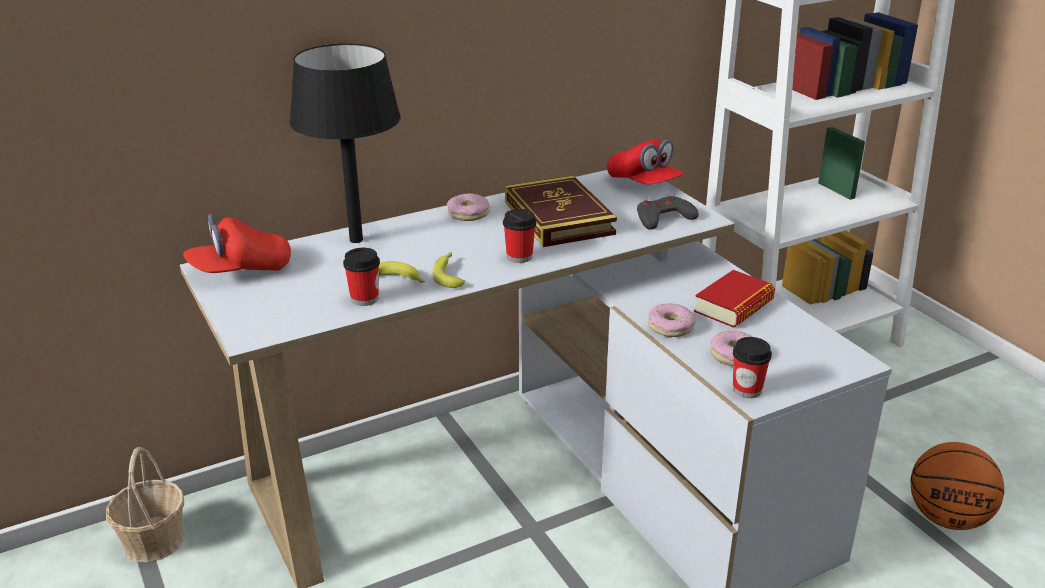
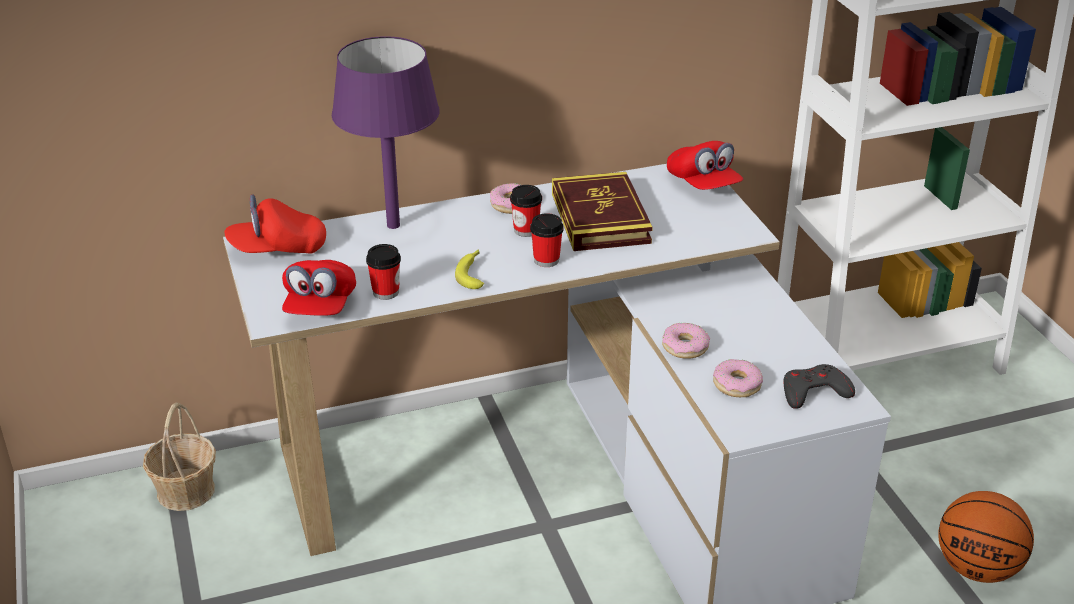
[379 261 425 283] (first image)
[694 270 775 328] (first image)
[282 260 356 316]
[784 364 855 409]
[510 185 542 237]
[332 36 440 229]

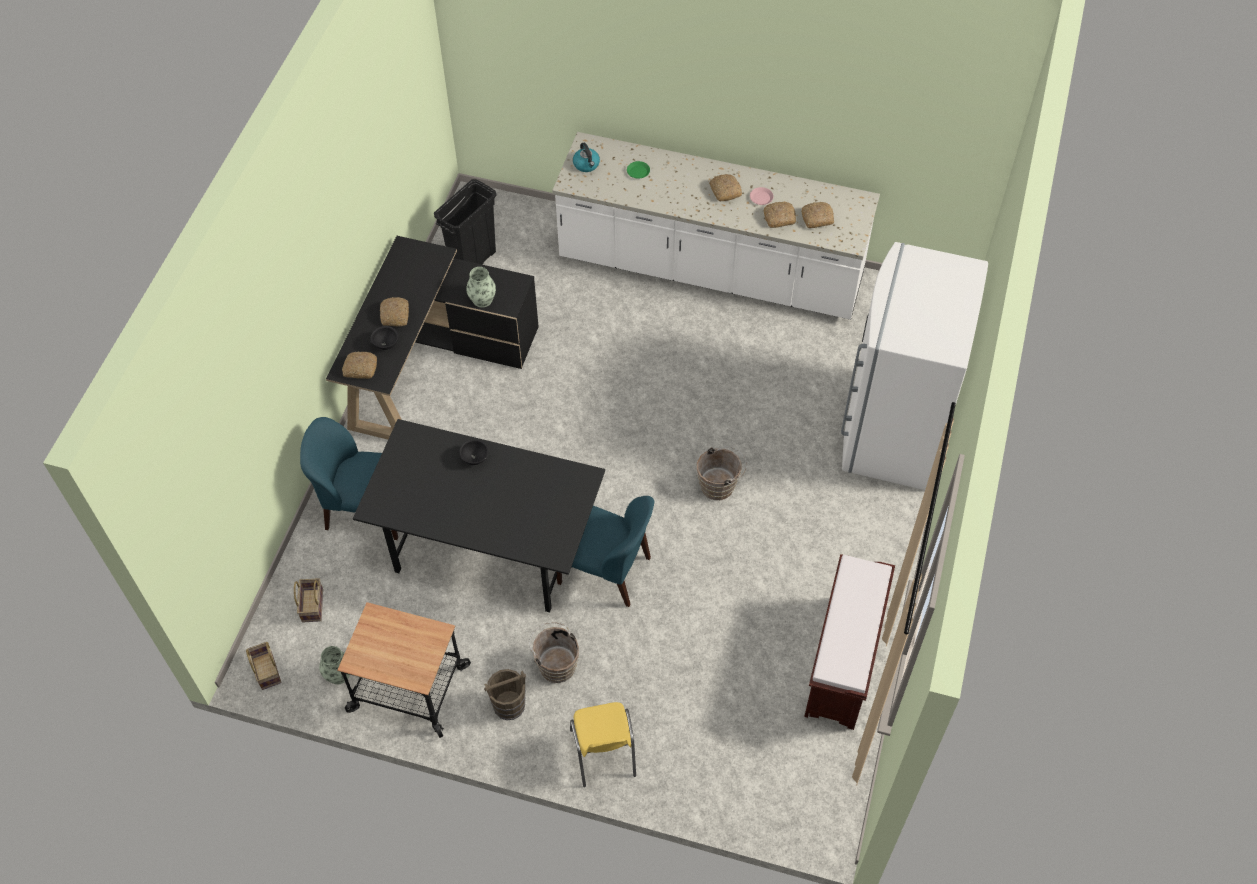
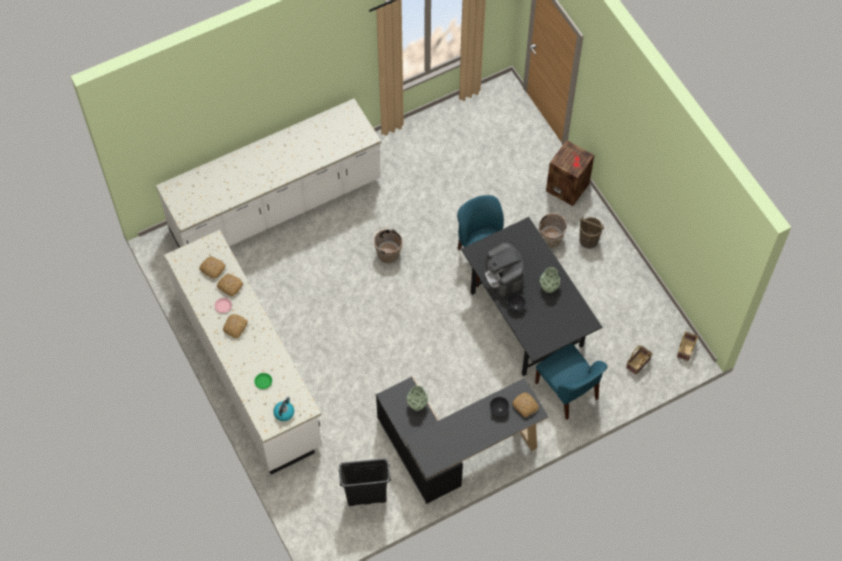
[337 602 471 738] (first image)
[380 297 409 326] (first image)
[804 554 895 730] (first image)
[484 242 524 296]
[540 267 561 293]
[546 140 595 206]
[156 98 381 248]

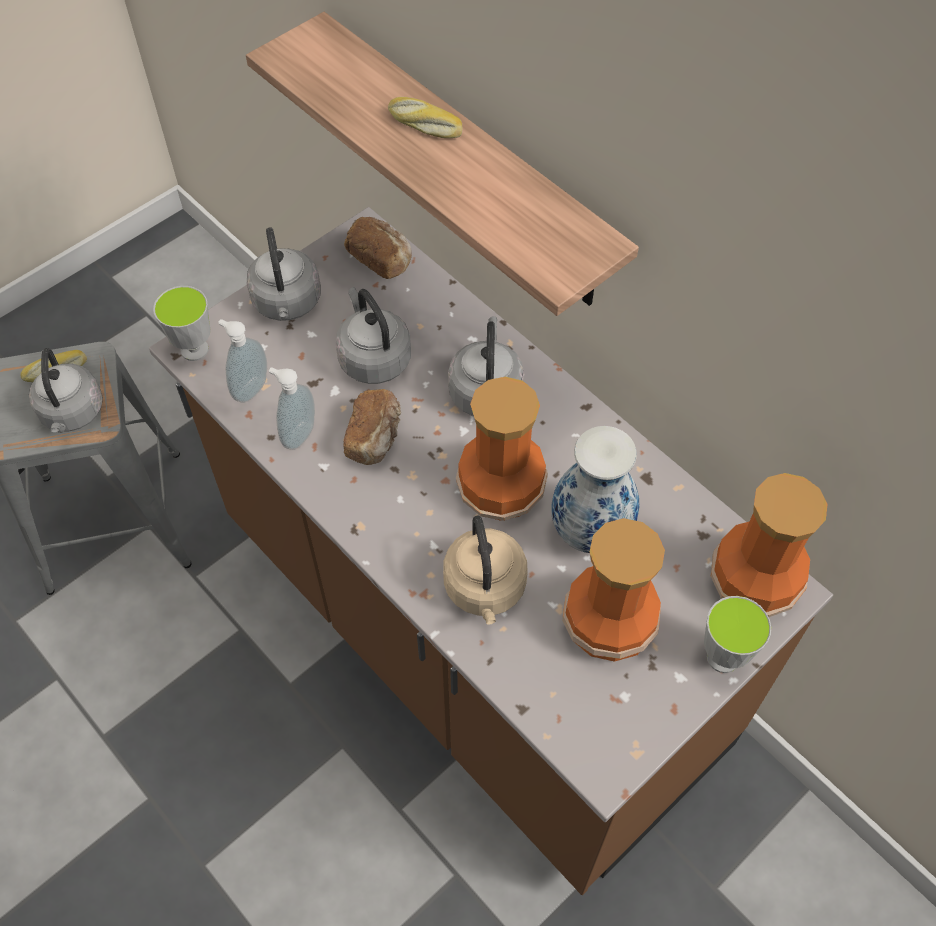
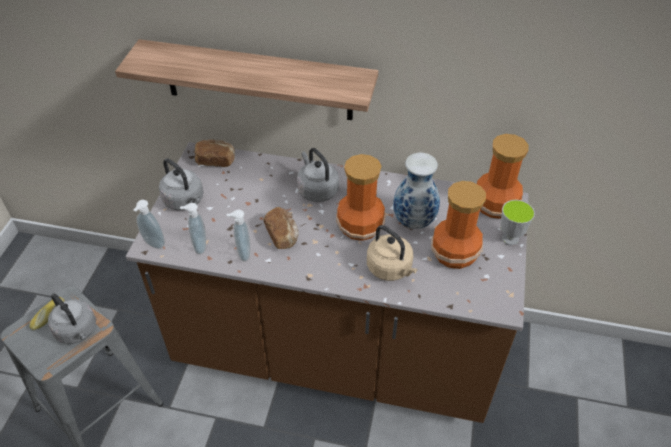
[336 287 411 384] (first image)
[388 97 463 138] (first image)
[133 200 165 249]

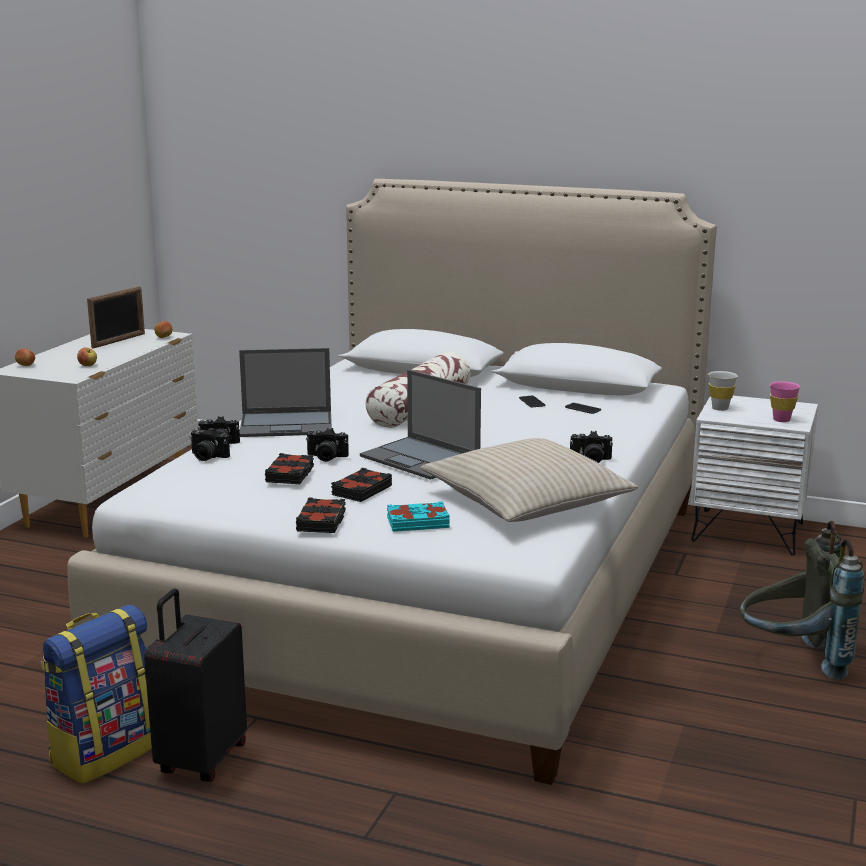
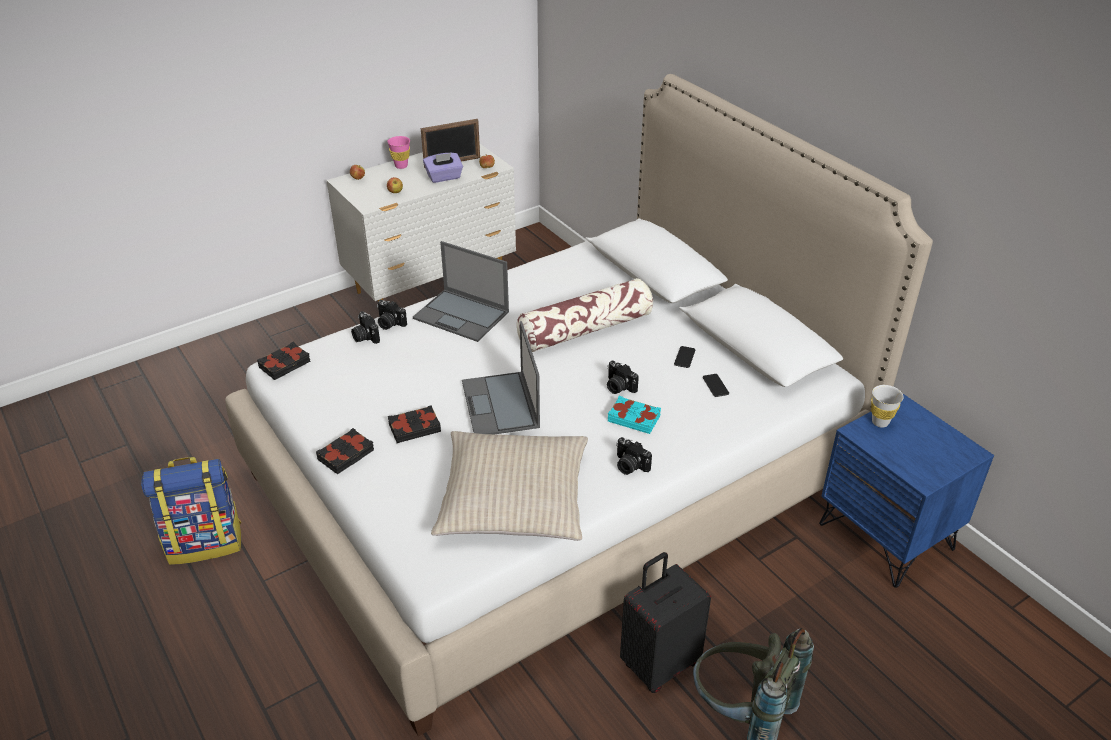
[423 153 463 183]
[620 552 711 693]
[257 342 310 380]
[607 360 639 394]
[608 396 661 434]
[387 136 410 169]
[819 394 994 588]

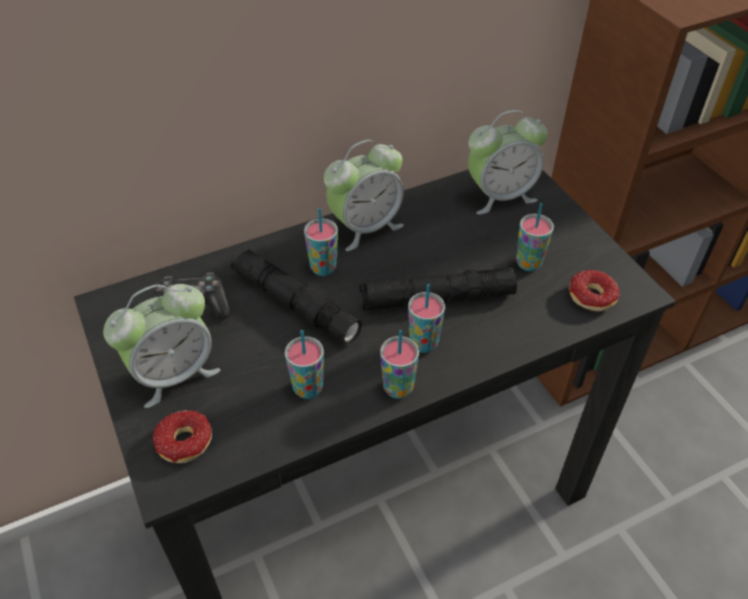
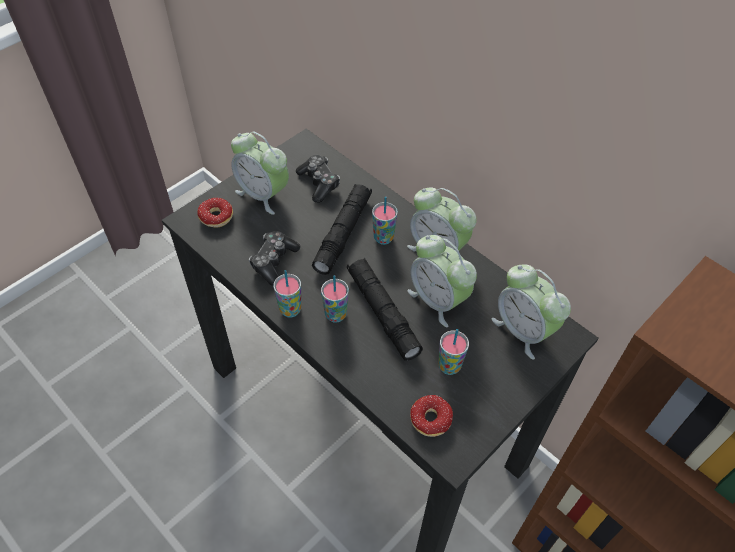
[407 235 477 327]
[249 231 300 286]

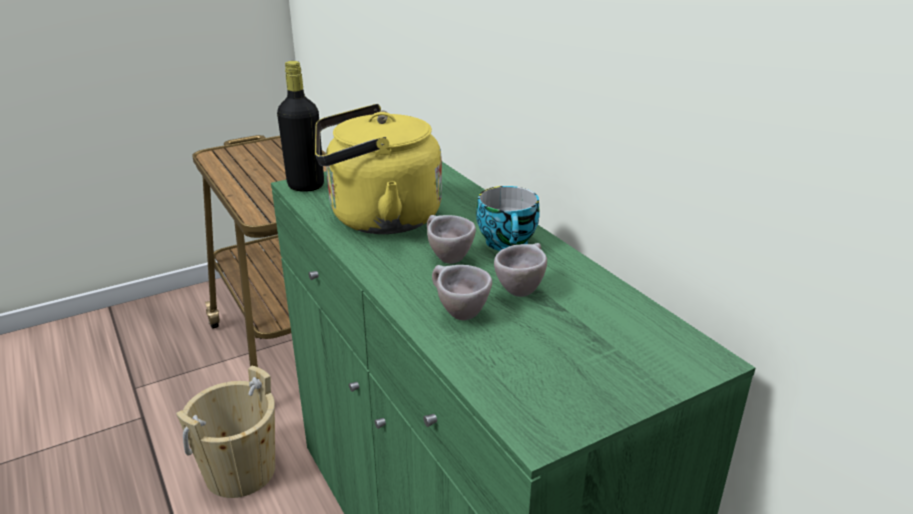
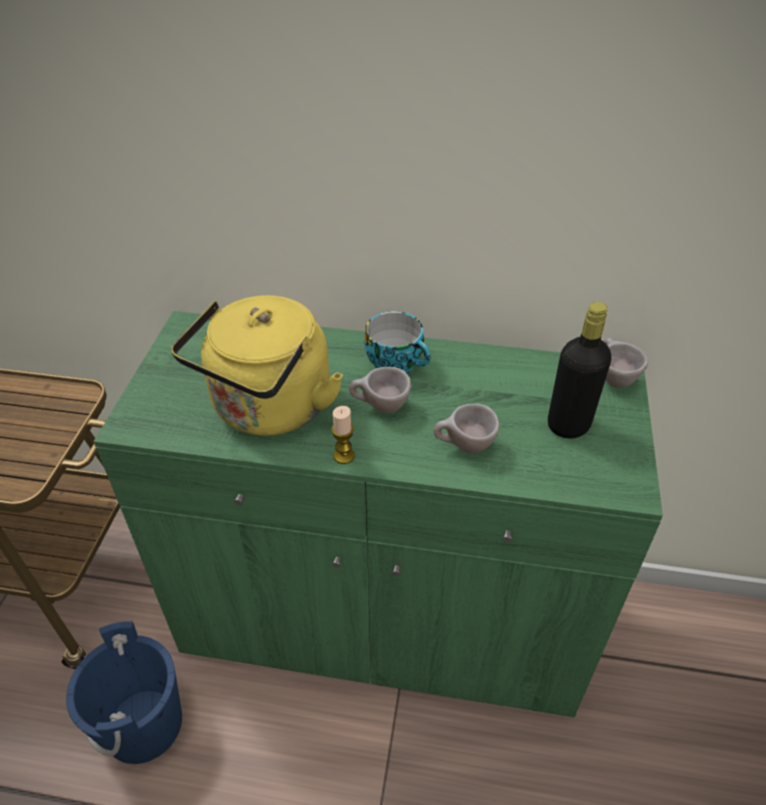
[331 406 355 464]
[548 302 611 438]
[603 338 648 388]
[66 621 182 764]

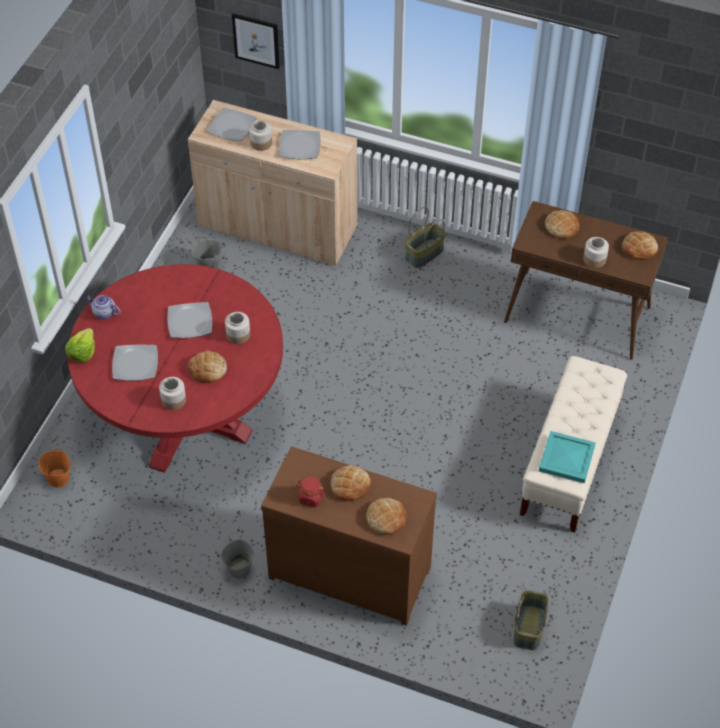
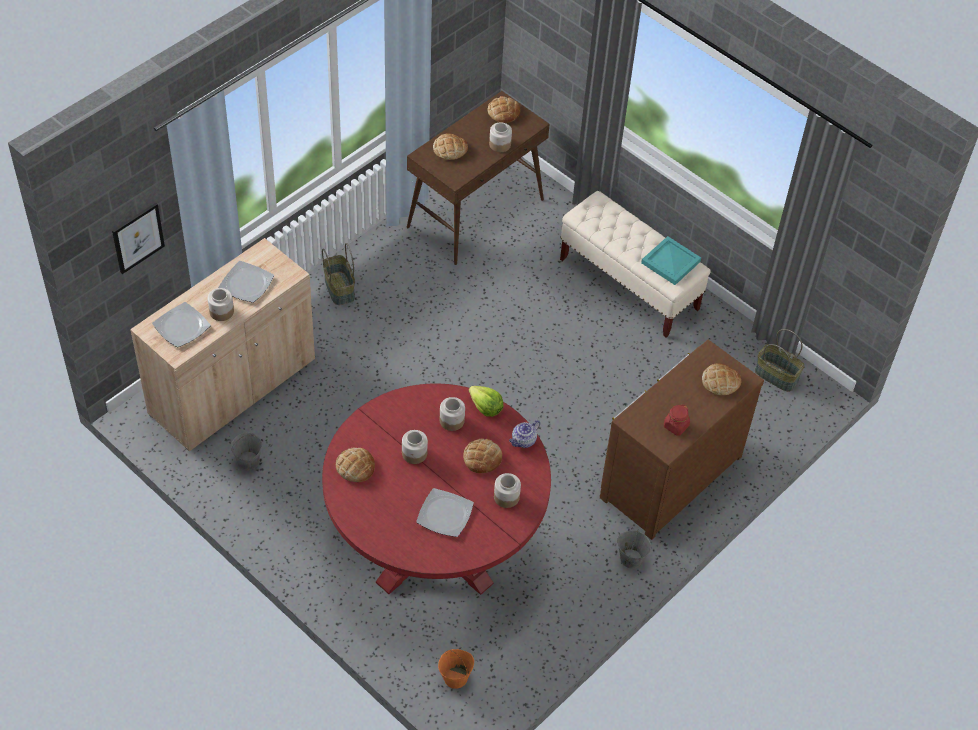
[469 386 504 417]
[509 420 540 448]
[336 448 375 482]
[402 430 428 464]

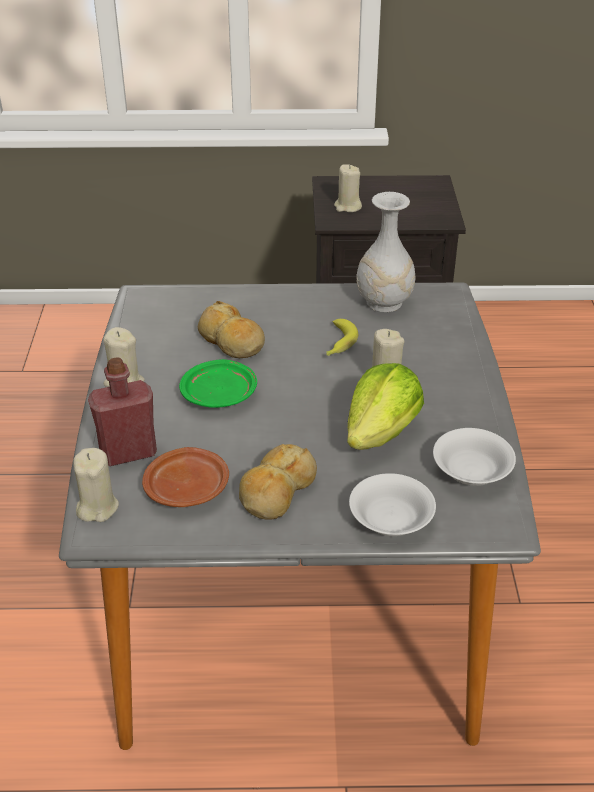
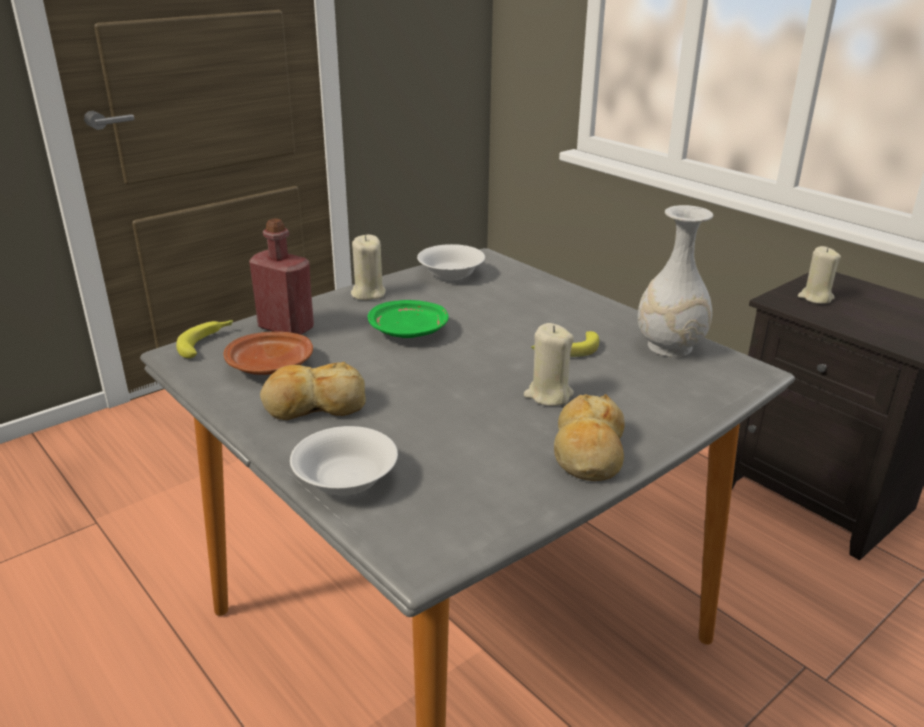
[347 363 424 450] (first image)
[554 394 625 481]
[417 244 485 280]
[176 320 233 358]

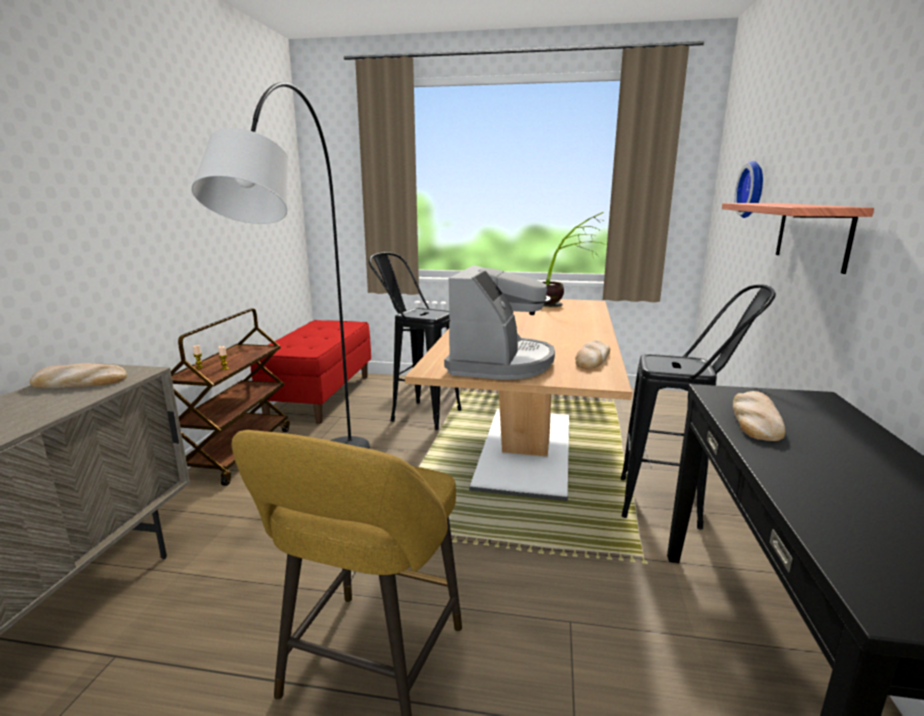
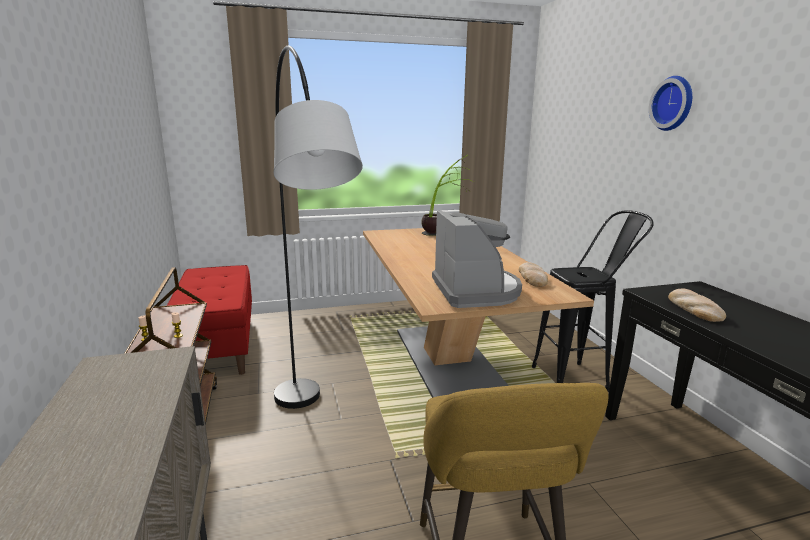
[30 363 127 388] (first image)
[369 252 461 430] (first image)
[722 203 874 274] (first image)
[649 76 692 131]

